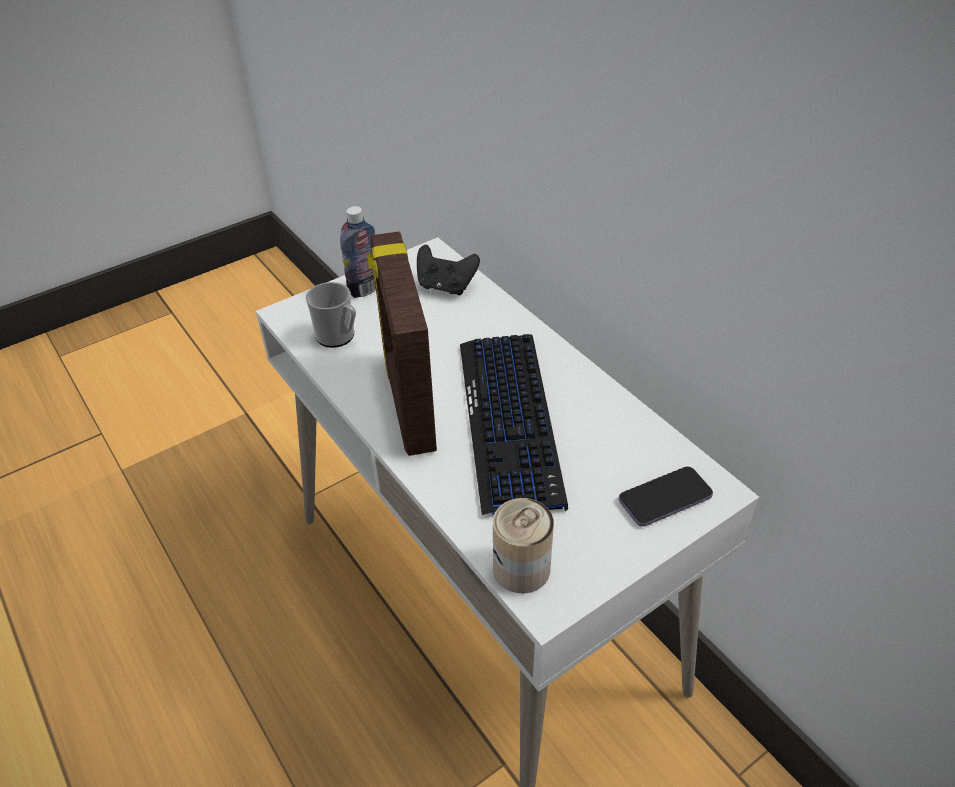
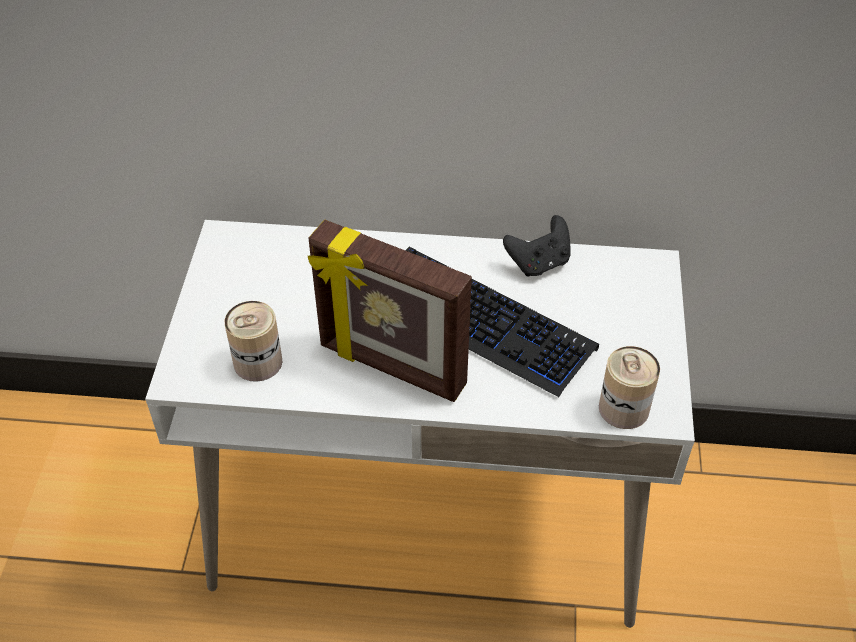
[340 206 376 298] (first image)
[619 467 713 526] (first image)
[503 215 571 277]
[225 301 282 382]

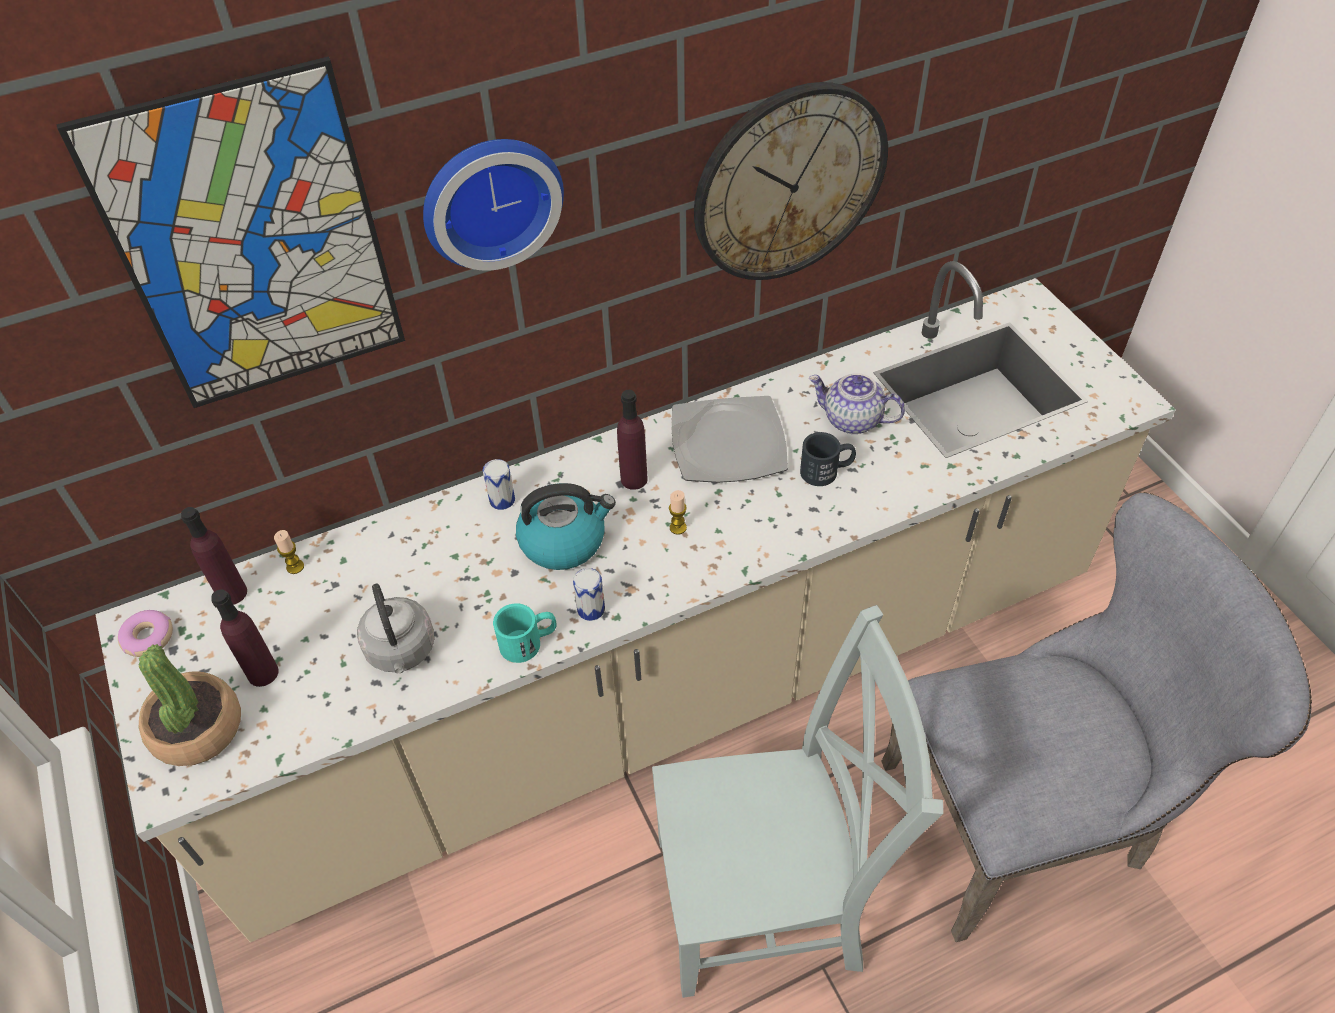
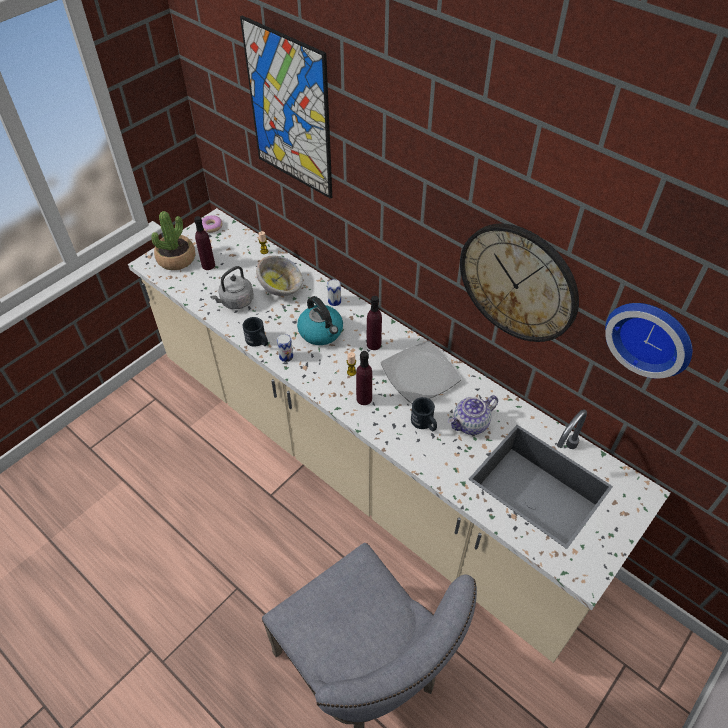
[652 605 943 998] (first image)
[256 256 303 296]
[356 351 372 405]
[605 303 692 378]
[242 317 268 347]
[448 395 498 435]

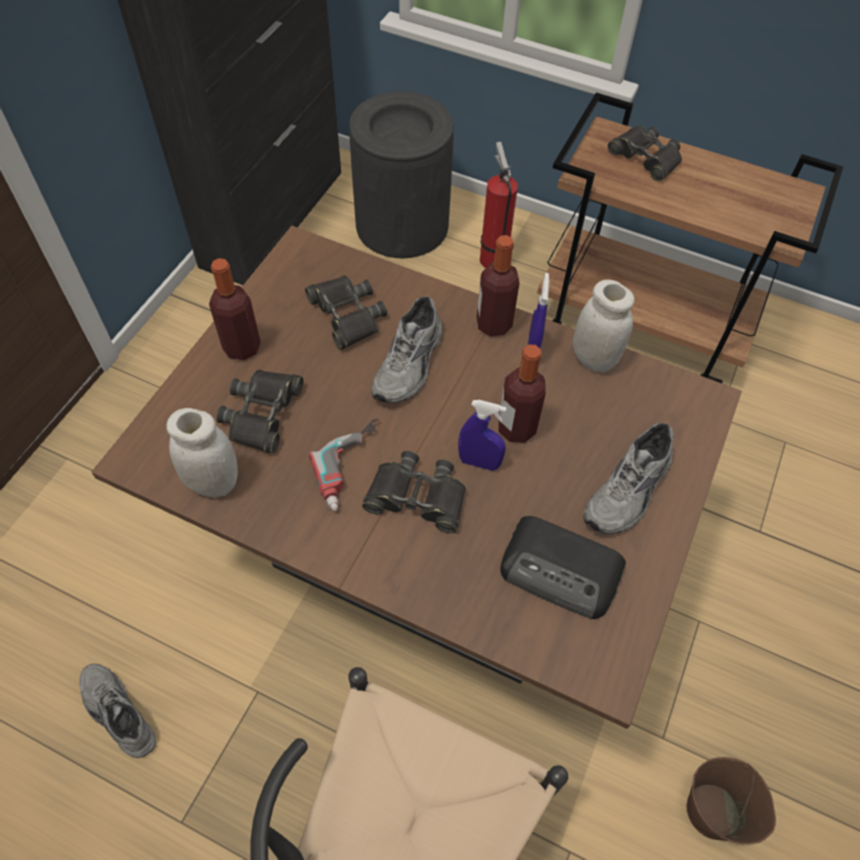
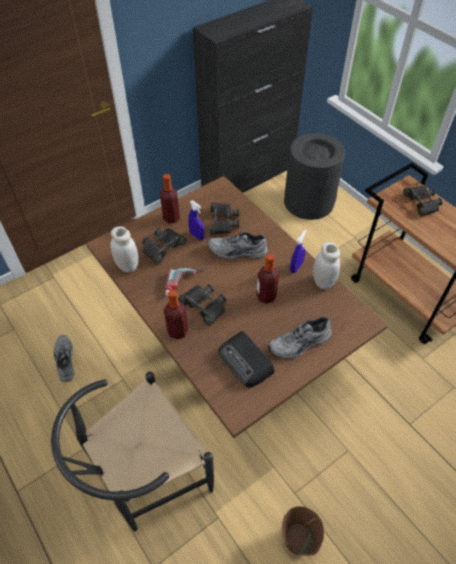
[480 142 518 268] (first image)
[188 200 205 241]
[164 290 188 340]
[207 232 268 259]

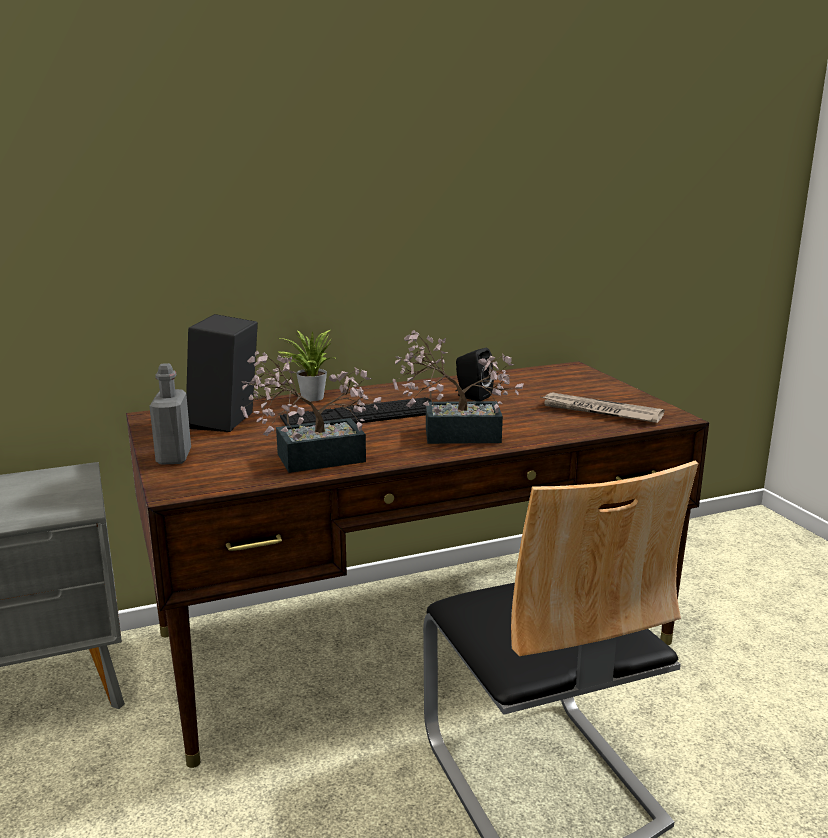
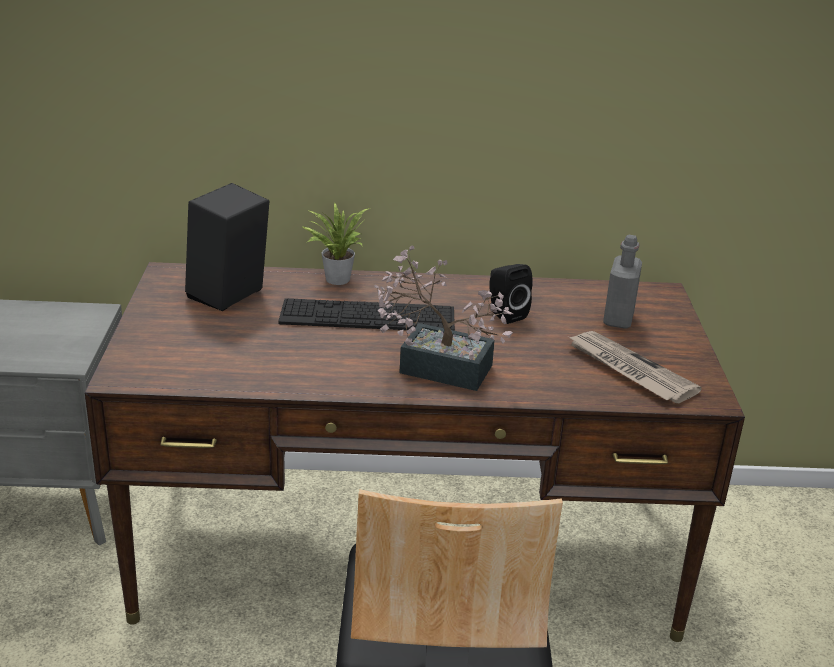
[241 350 381 473] (first image)
[603 235 642 329]

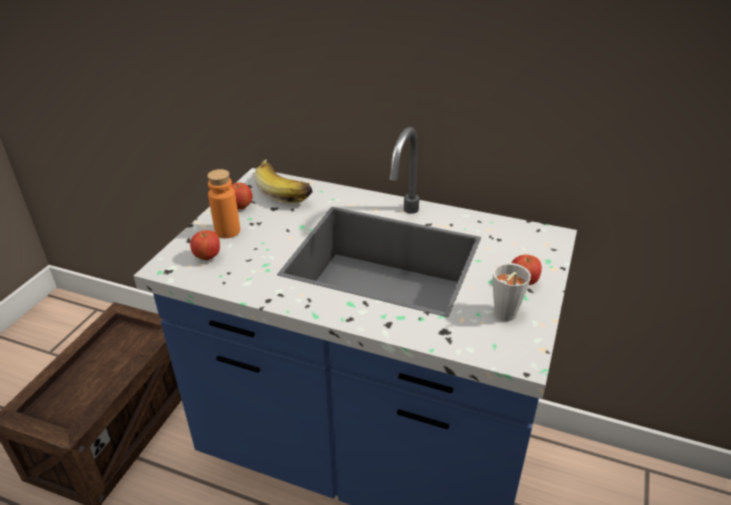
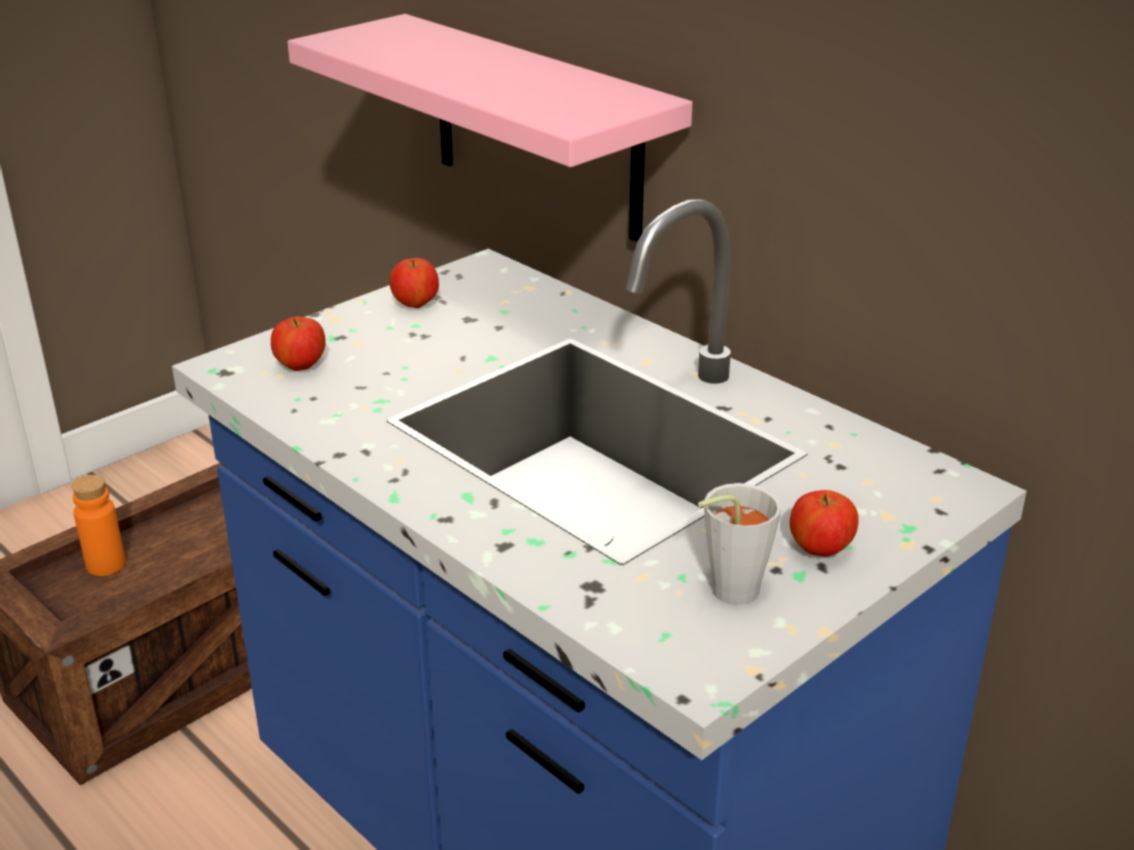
[254 159 313 203] (first image)
[288 14 693 242]
[72 475 125 576]

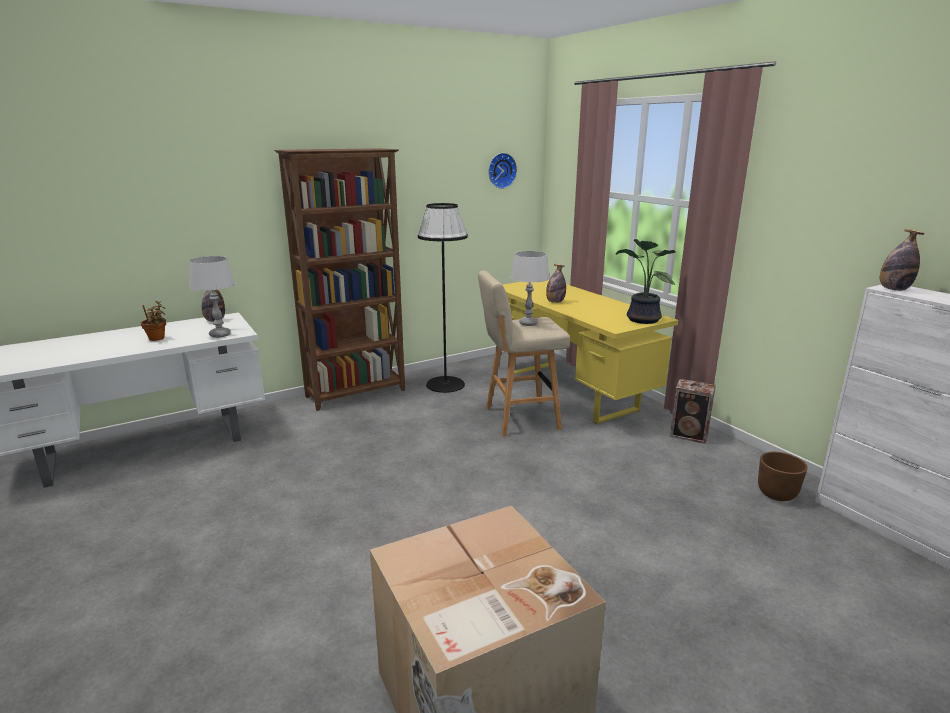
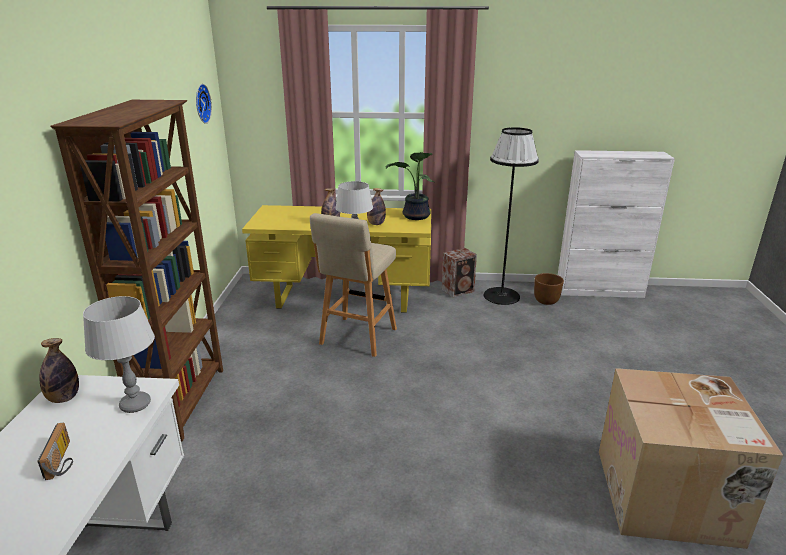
[484 127 539 305]
[367 188 386 225]
[37 423 73 480]

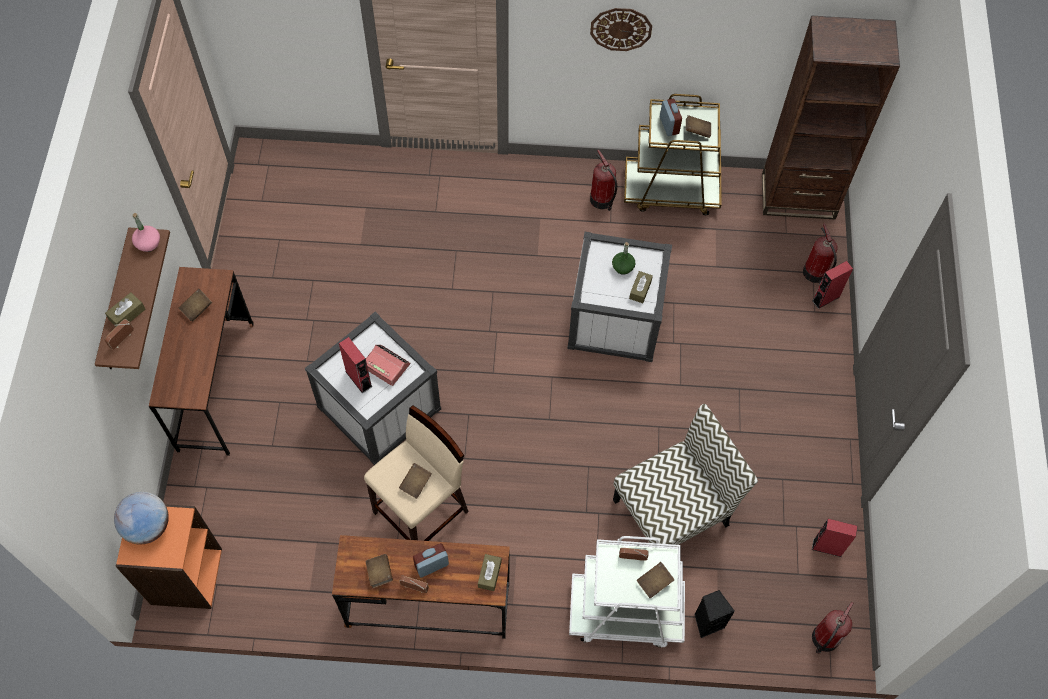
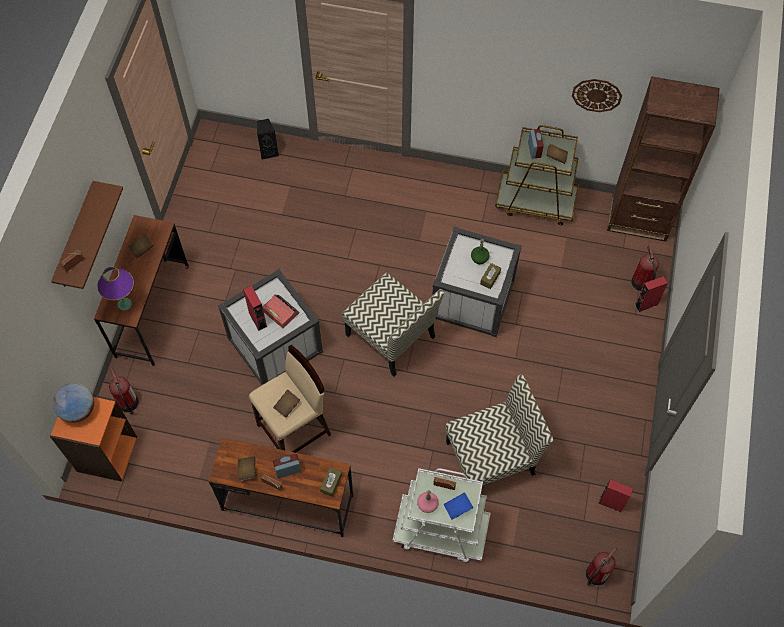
[105 292 145 327] (first image)
[97 267 134 310]
[342 273 444 377]
[417 490 439 513]
[572 79 622 112]
[109 368 139 414]
[257 119 279 160]
[444 492 473 520]

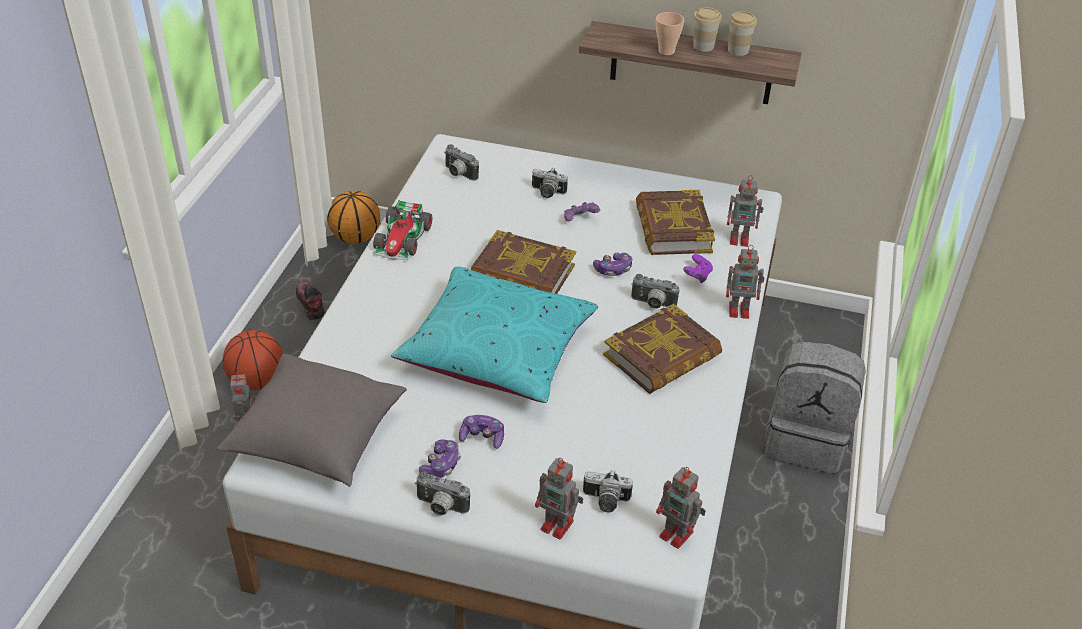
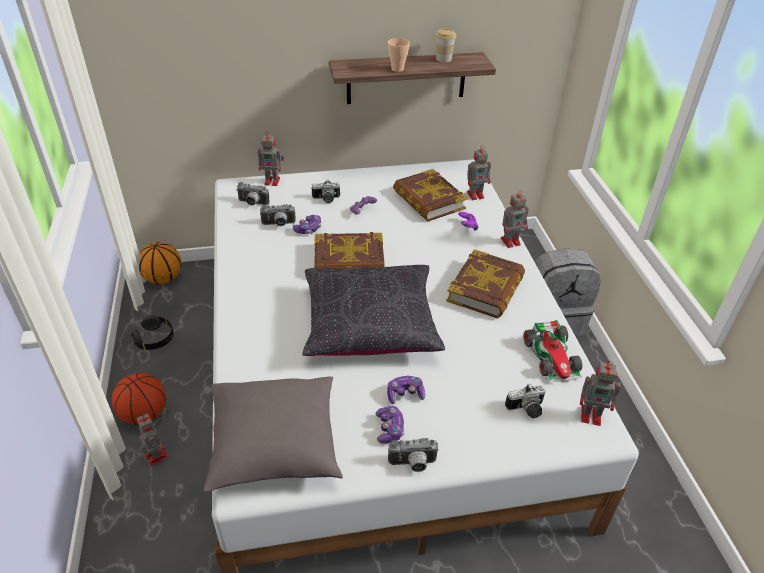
[693 7 722 52] (first image)
[523 320 583 382]
[258 135 284 186]
[293 215 321 234]
[260 204 296 226]
[131 316 174 350]
[302 265 445 356]

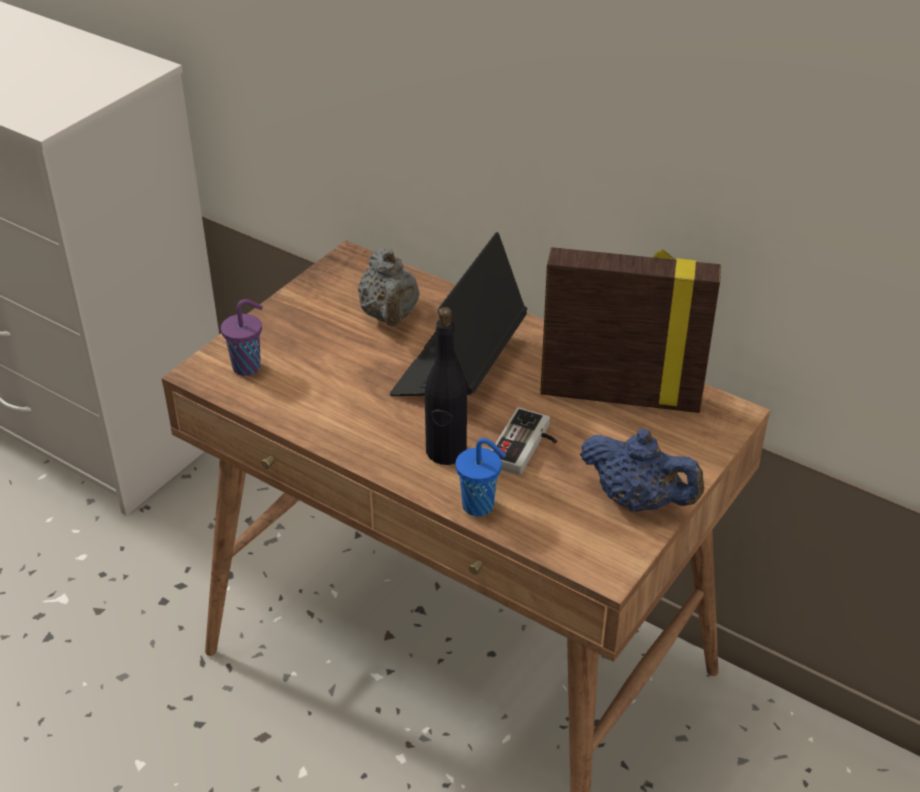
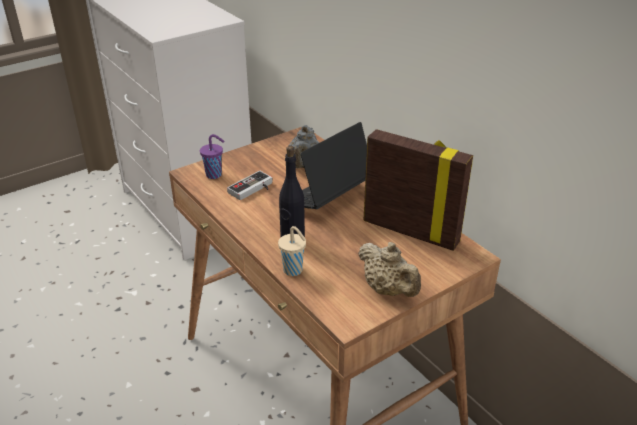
[227 171 273 200]
[278 226 306 276]
[358 242 421 297]

